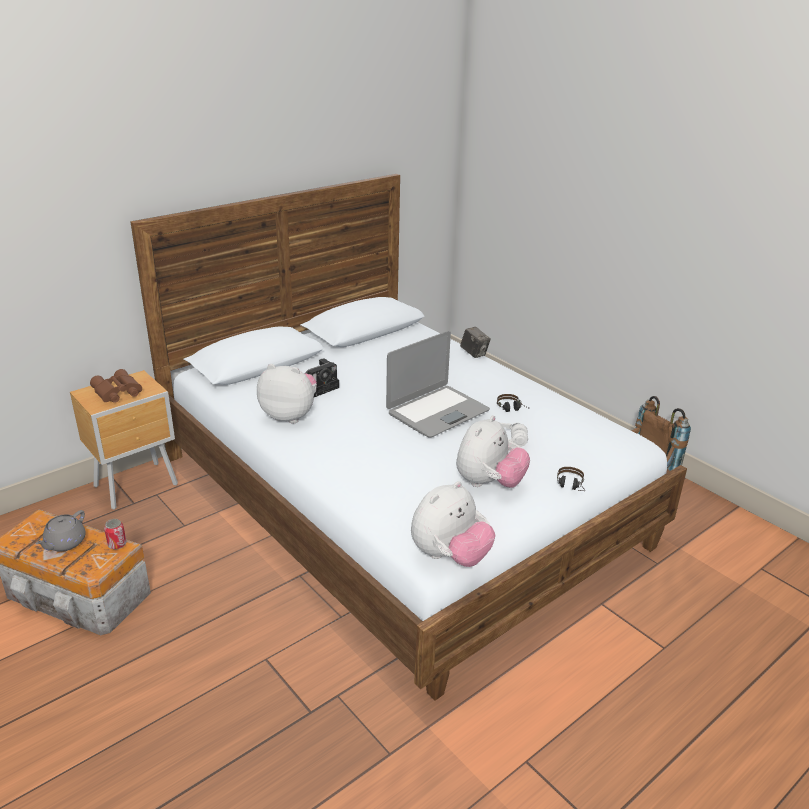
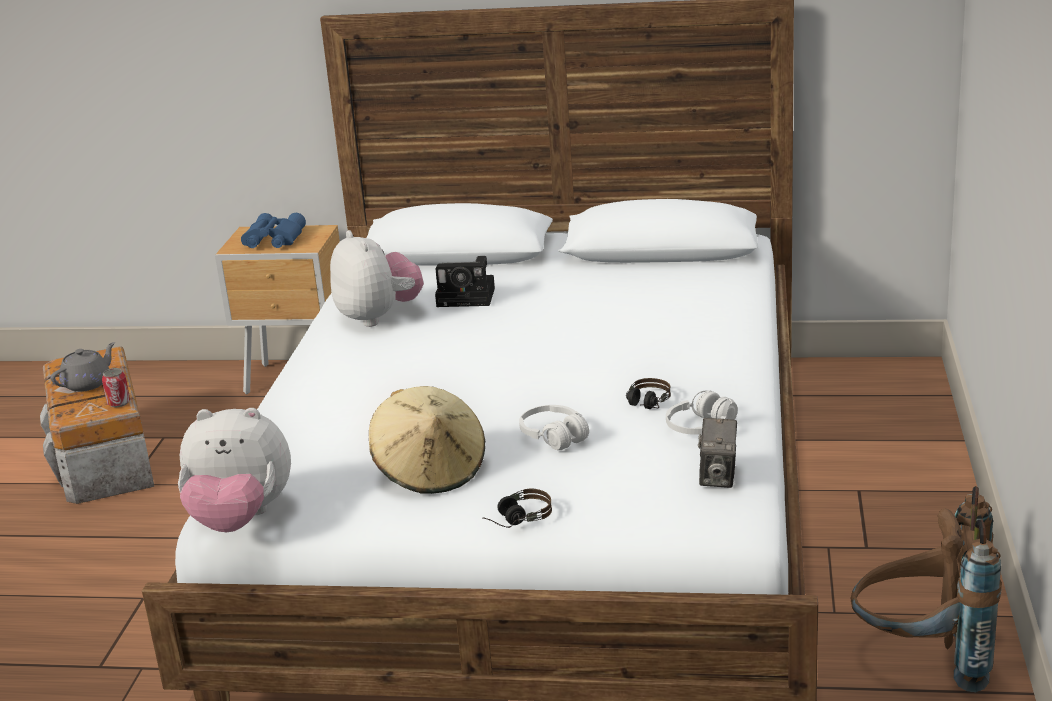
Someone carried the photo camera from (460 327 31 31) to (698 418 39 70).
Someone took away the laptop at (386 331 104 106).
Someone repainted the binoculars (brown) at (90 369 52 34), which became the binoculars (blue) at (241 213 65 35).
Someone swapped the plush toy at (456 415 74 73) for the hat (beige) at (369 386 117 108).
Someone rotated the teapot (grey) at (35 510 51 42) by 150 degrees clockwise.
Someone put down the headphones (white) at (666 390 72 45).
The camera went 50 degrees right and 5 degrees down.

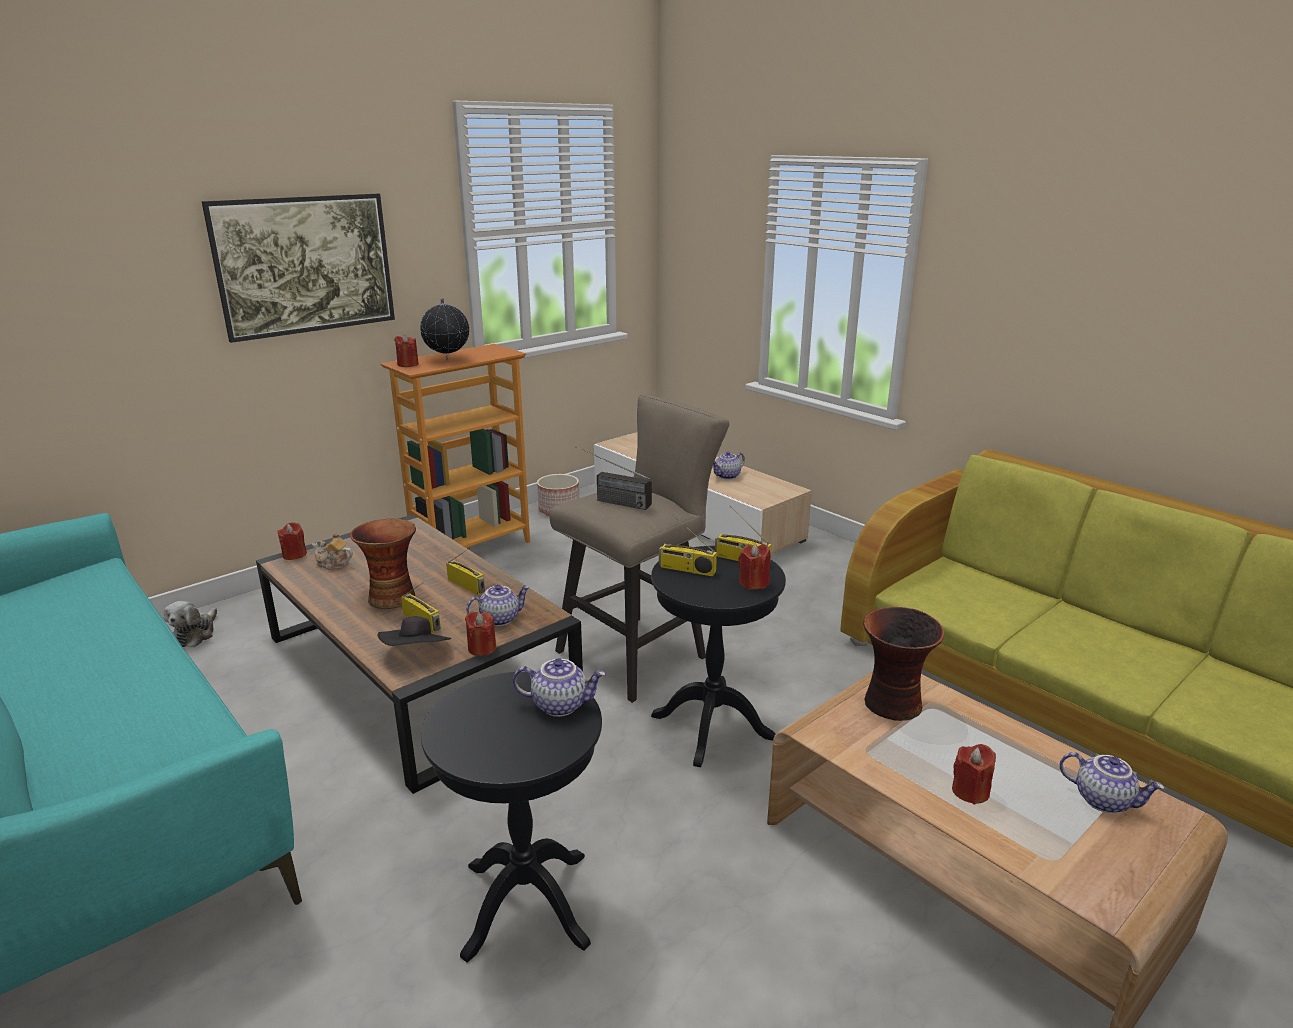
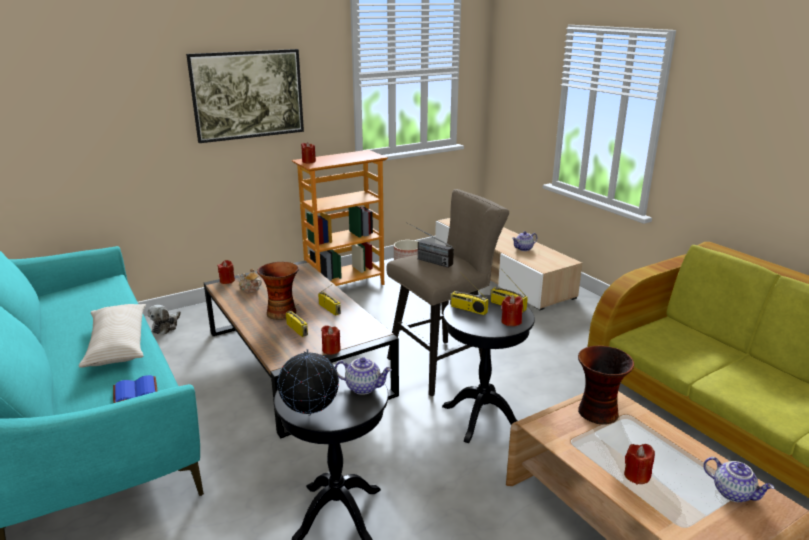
Someone carried the globe from (420 299 49 61) to (277 349 62 67).
Someone took away the teapot at (466 584 64 42).
Someone took away the hat (black) at (378 616 73 30).
Someone put down the pillow (beige) at (79 304 67 64).
Someone put down the book (blue) at (113 375 44 28).
The camera went 10 degrees right and 0 degrees up.

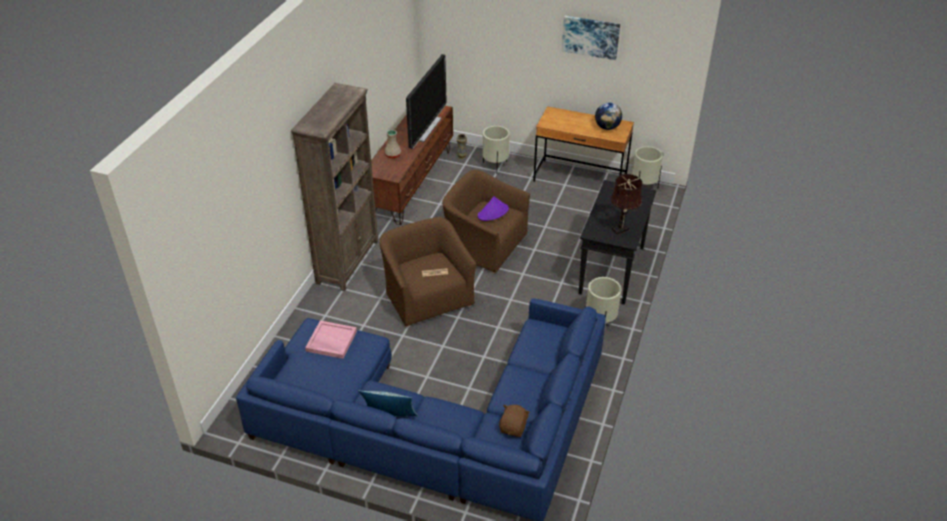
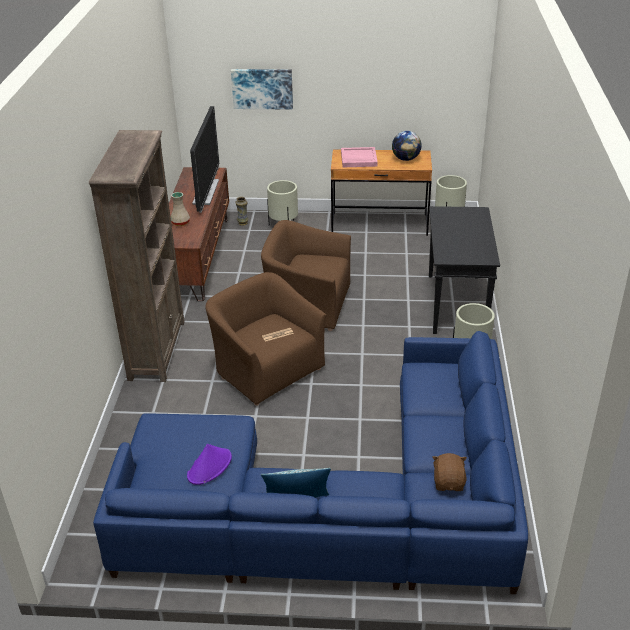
Someone carried the picture from (562 16 58 44) to (231 69 62 40).
Someone took away the table lamp (brown) at (611 174 31 61).
Someone carried the hat (purple) from (478 196 31 25) to (187 444 45 41).
Someone carried the tray (pink) from (305 321 52 38) to (341 147 37 20).
The camera went 15 degrees left and 5 degrees down.

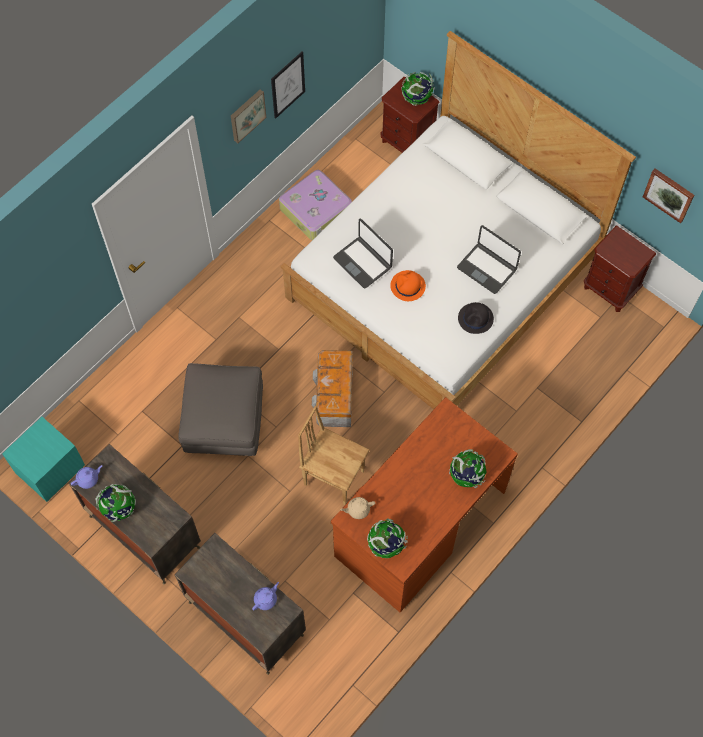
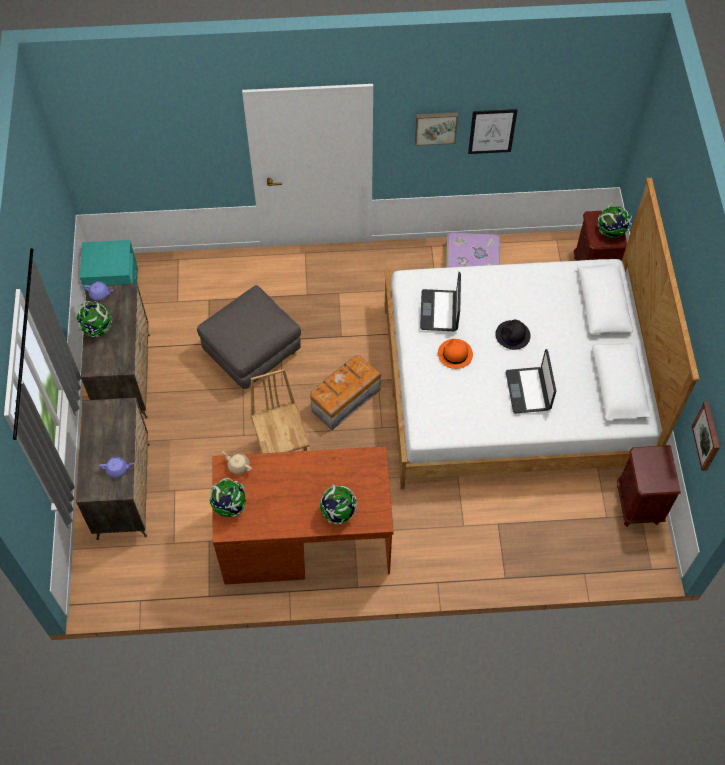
Someone carried the hat (black) from (458 302 36 32) to (496 320 35 30).
The camera went 45 degrees right and 5 degrees down.

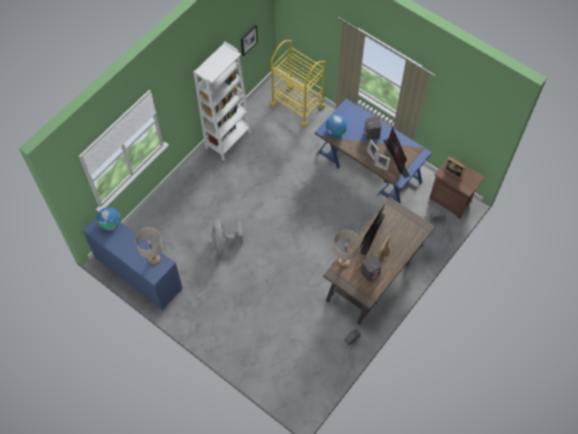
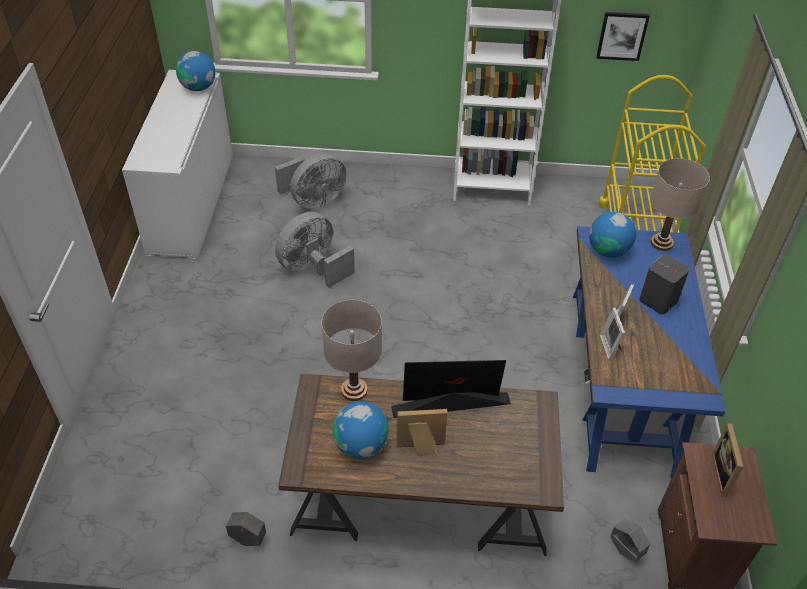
Someone took away the monitor at (383 127 27 51).
Someone repainted the cabinet (blue) at (82 216 100 95), which became the cabinet (white) at (122 70 111 190).
Someone carried the table lamp (beige) from (135 227 28 38) to (650 158 60 93).
Someone swapped the speaker (grey) at (361 255 21 26) for the globe at (332 401 57 58).
Someone put down the fan (grey) at (275 153 71 56).
The camera went 55 degrees right and 15 degrees down.

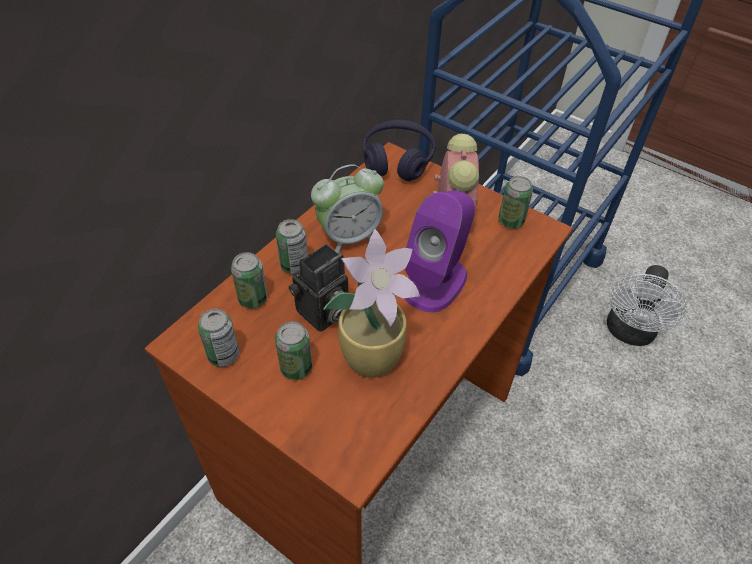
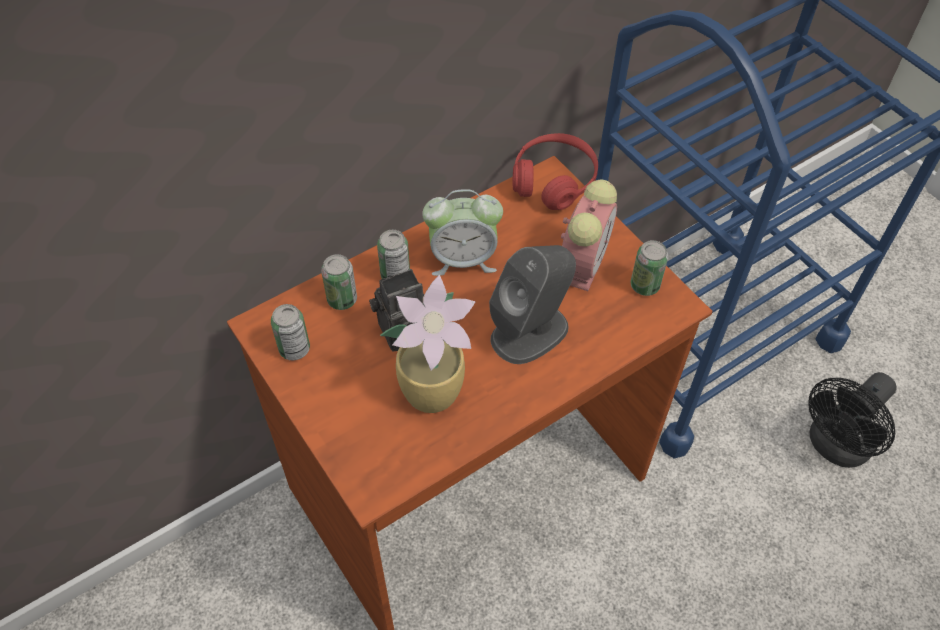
Someone repainted the headphones (purple) at (363 120 72 61), which became the headphones (red) at (513 133 85 77).
Someone repainted the speaker (purple) at (404 190 71 122), which became the speaker (grey) at (489 245 87 119).
Someone repainted the fan (white) at (607 265 80 81), which became the fan (black) at (808 372 89 96).
Someone took away the can at (275 321 37 59).
The camera went 20 degrees right and 5 degrees up.

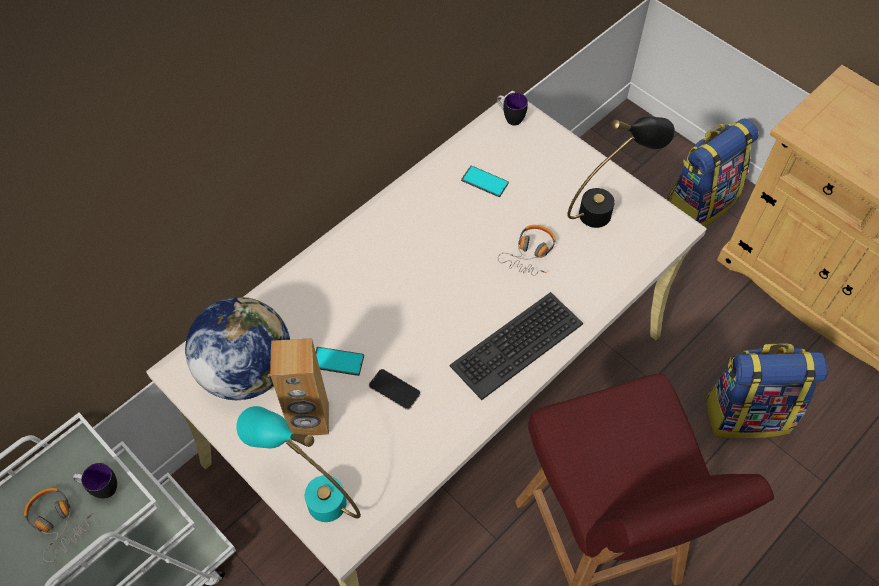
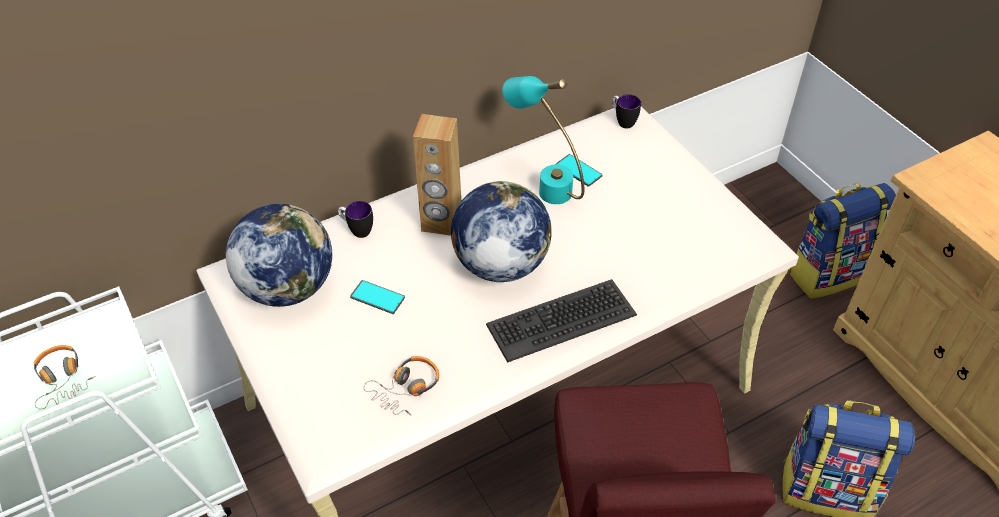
Someone took away the table lamp (black) at (567 116 108 112).
Someone carried the headphones from (498 225 58 51) to (363 356 76 59).
Someone carried the speaker (brown) from (270 338 59 97) to (413 114 48 122).
Someone took away the phone at (369 369 52 41).
Someone carried the table lamp (turquoise) from (236 406 125 116) to (502 76 82 128).
Someone carried the mug from (73 463 44 35) to (338 201 35 37).
Someone put down the globe at (451 181 101 101).
The camera went 15 degrees right and 10 degrees down.

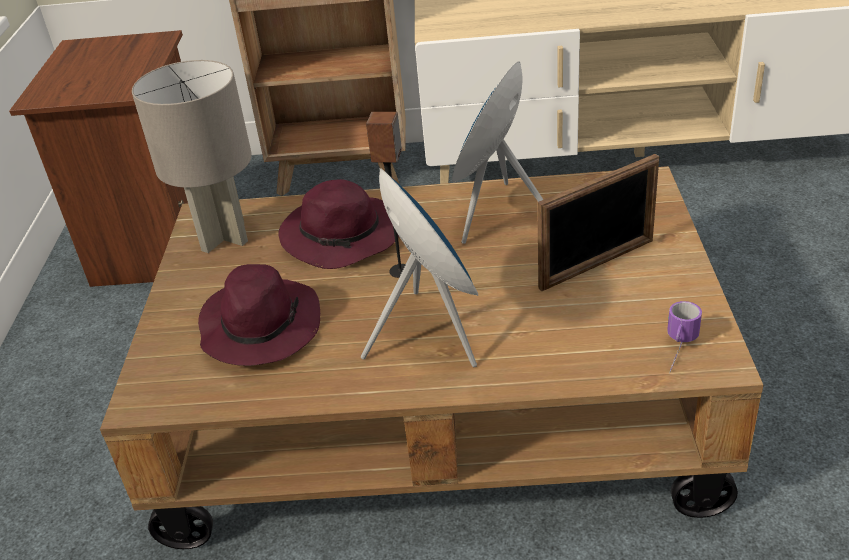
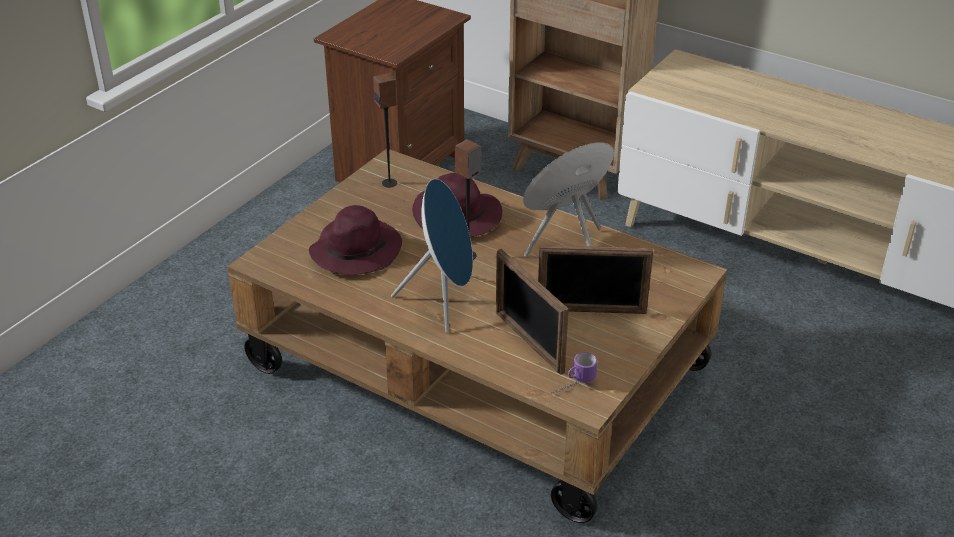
Someone swapped the table lamp (grey) at (132 60 120 193) for the speaker at (373 73 24 115).
Someone put down the picture frame at (496 249 73 126).
The camera went 30 degrees right and 0 degrees up.

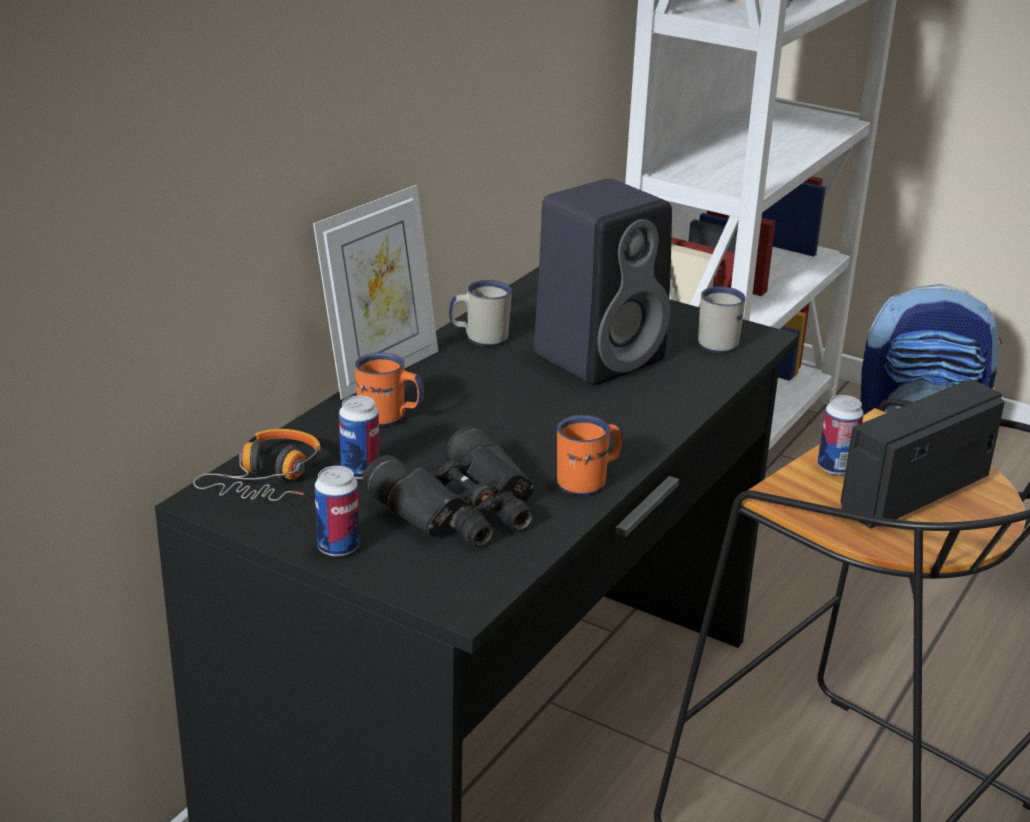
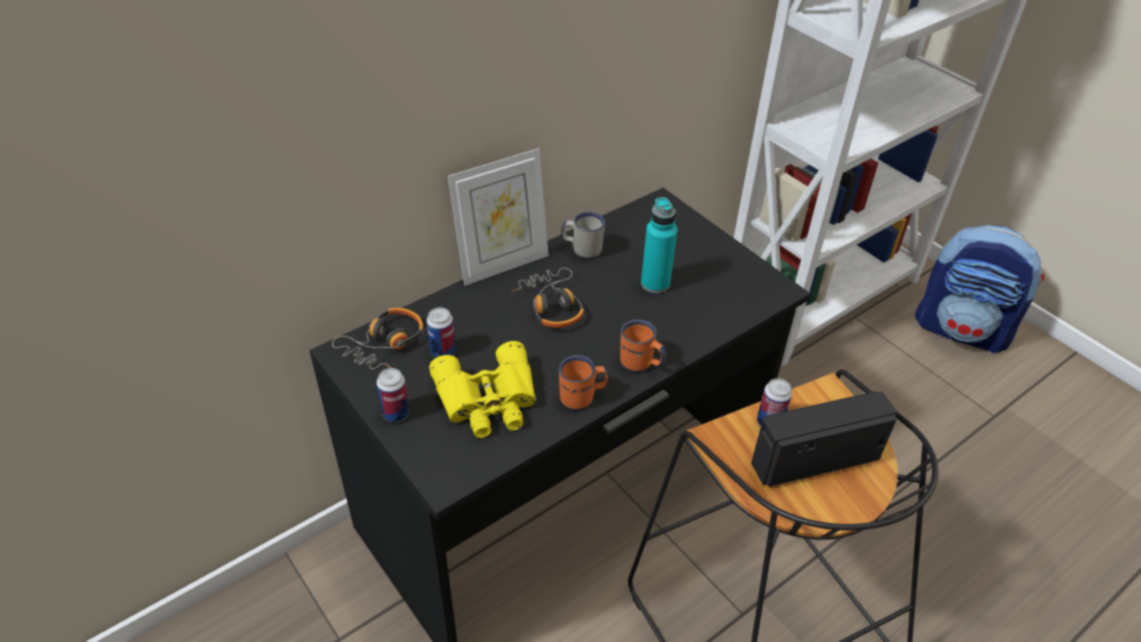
Someone swapped the speaker (black) at (534 179 138 206) for the bottle (turquoise) at (641 197 36 96).
Someone took away the mug (white) at (698 286 48 67).
Someone carried the mug (orange) from (355 353 69 74) to (620 319 46 53).
Someone repainted the binoculars (black) at (362 425 172 123), which became the binoculars (yellow) at (429 341 107 97).
Someone put down the headphones at (511 268 73 60).
The camera went 20 degrees right and 15 degrees up.

